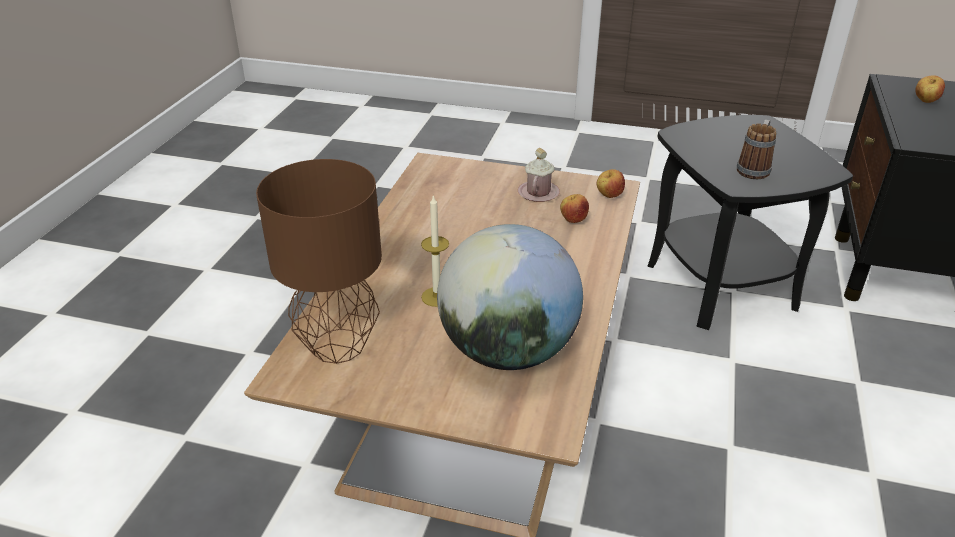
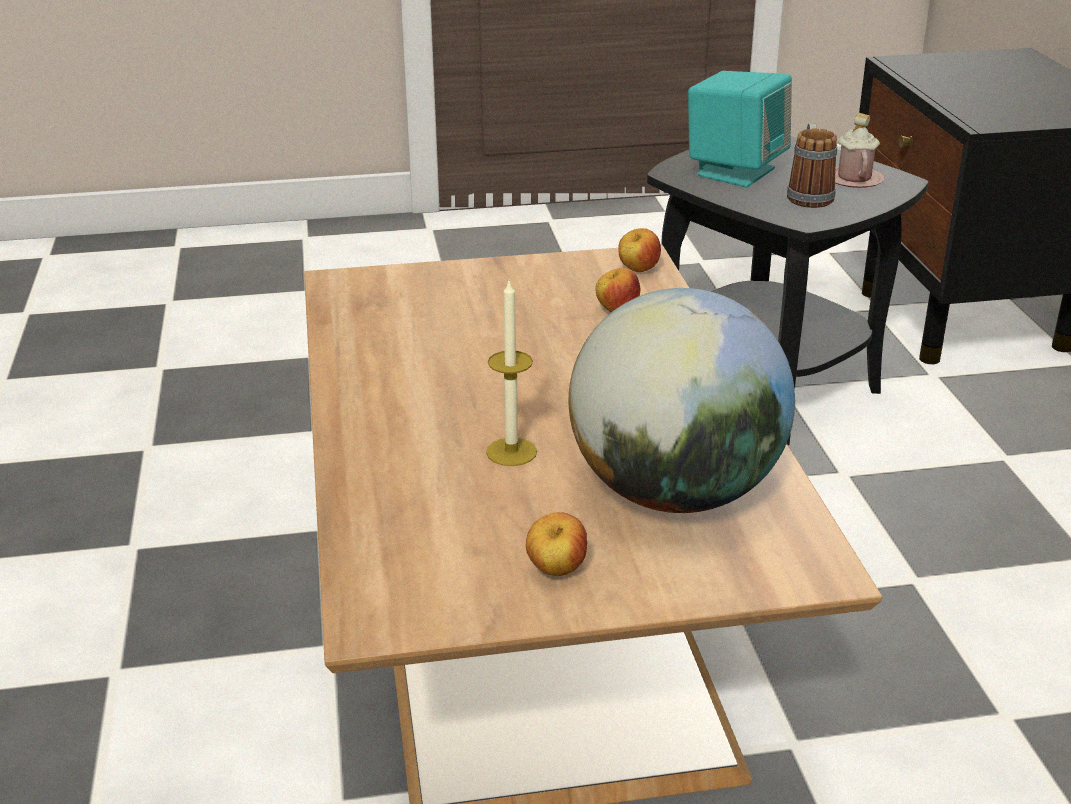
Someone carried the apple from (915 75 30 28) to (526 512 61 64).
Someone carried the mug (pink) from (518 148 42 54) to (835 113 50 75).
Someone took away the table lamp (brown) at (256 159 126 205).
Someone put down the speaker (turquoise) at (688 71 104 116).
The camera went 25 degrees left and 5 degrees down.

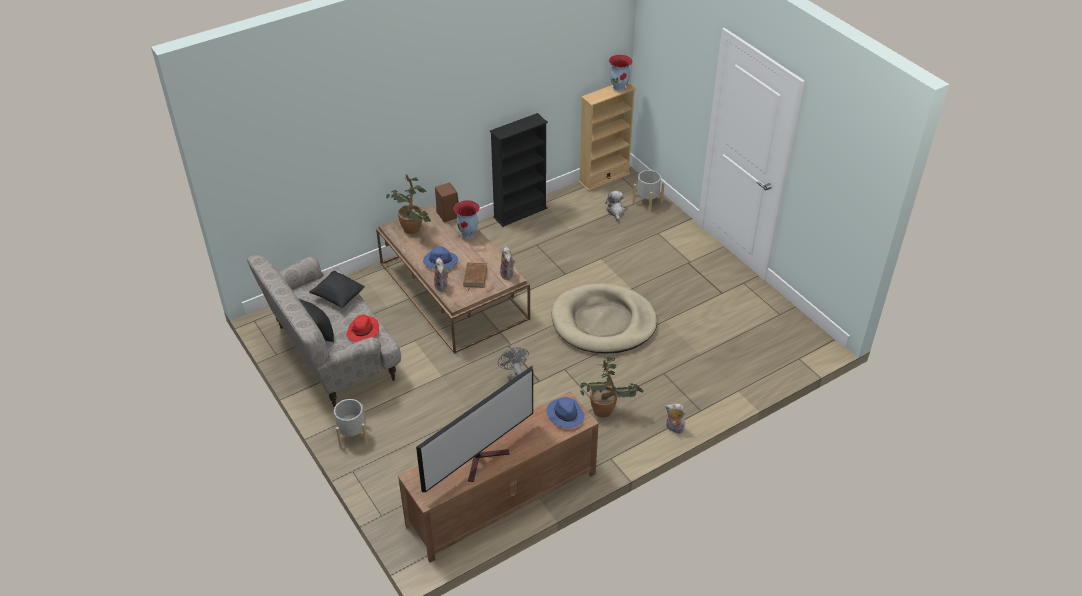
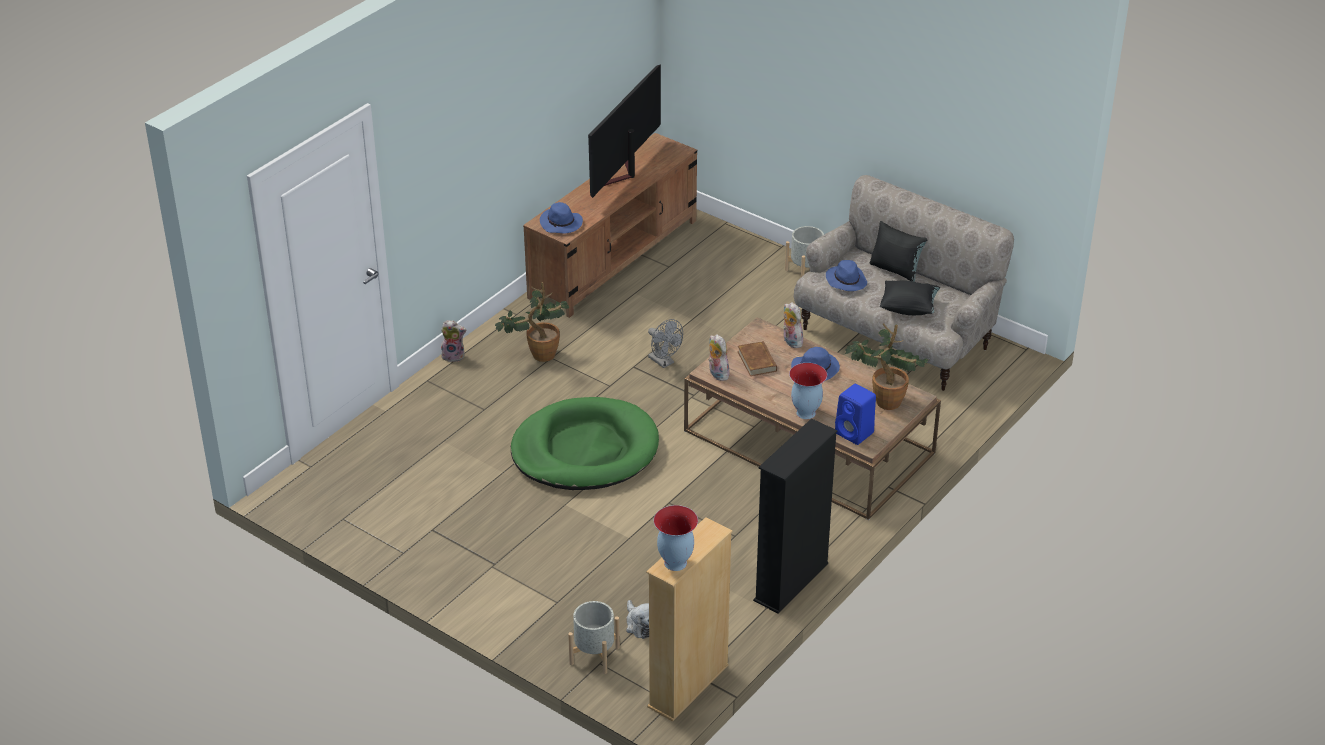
Someone repainted the speaker (brown) at (435 183 24 39), which became the speaker (blue) at (835 384 41 61).
Someone repainted the dog bed (beige) at (552 283 105 71), which became the dog bed (green) at (511 397 148 93).
Someone repainted the hat (red) at (346 315 33 27), which became the hat (blue) at (826 260 41 31).
The camera went 160 degrees right and 5 degrees down.

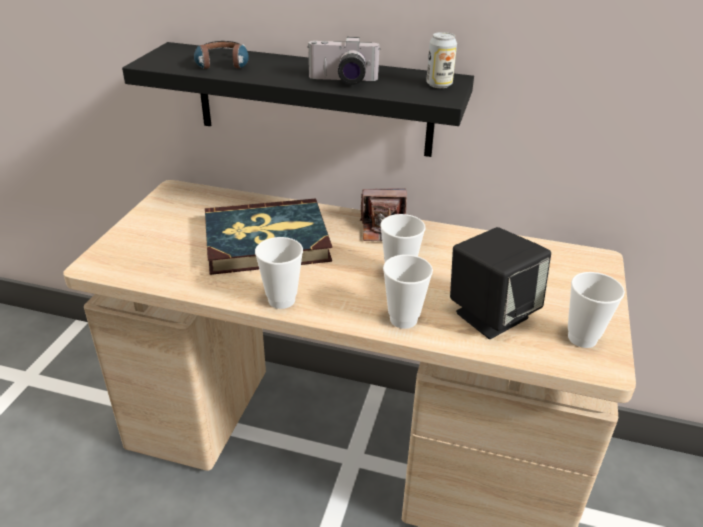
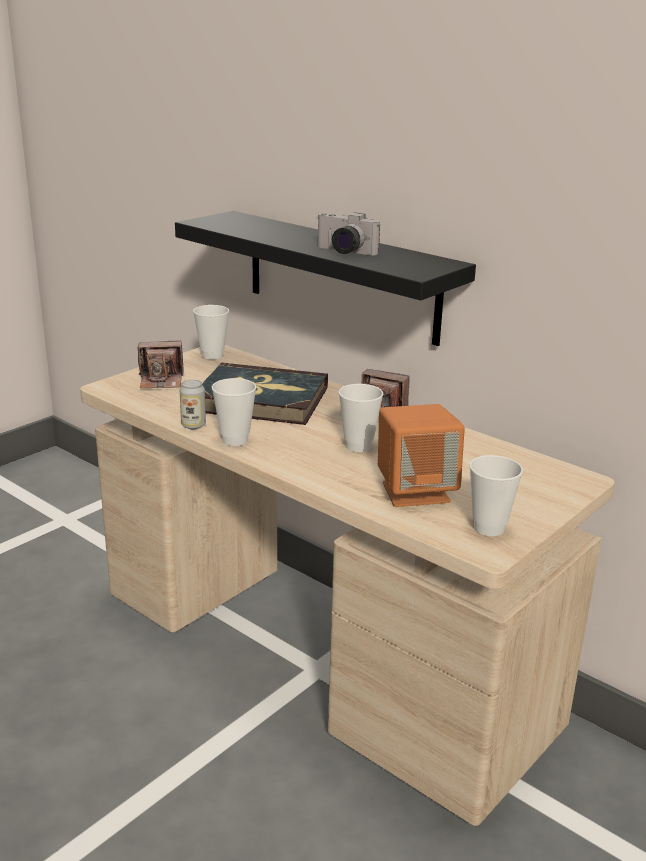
Someone carried the can from (426 32 31 56) to (180 380 26 49).
Someone took away the headphones at (194 41 55 28).
Someone repainted the speaker (black) at (450 227 101 112), which became the speaker (orange) at (378 404 87 103).
Someone carried the cup from (383 255 50 74) to (193 305 36 54).
Someone put down the photo camera at (137 340 47 48).
The camera went 25 degrees right and 10 degrees down.

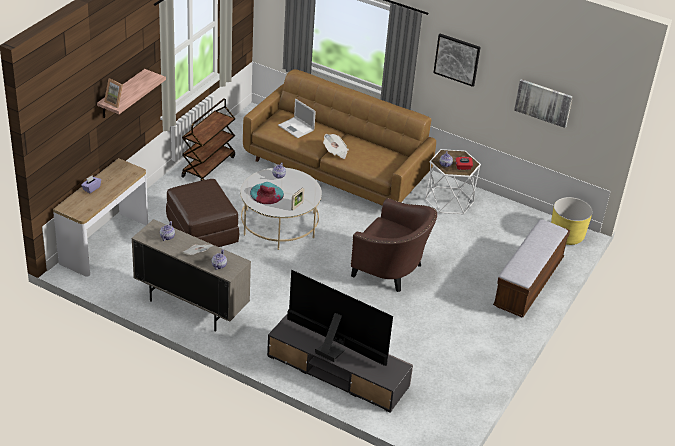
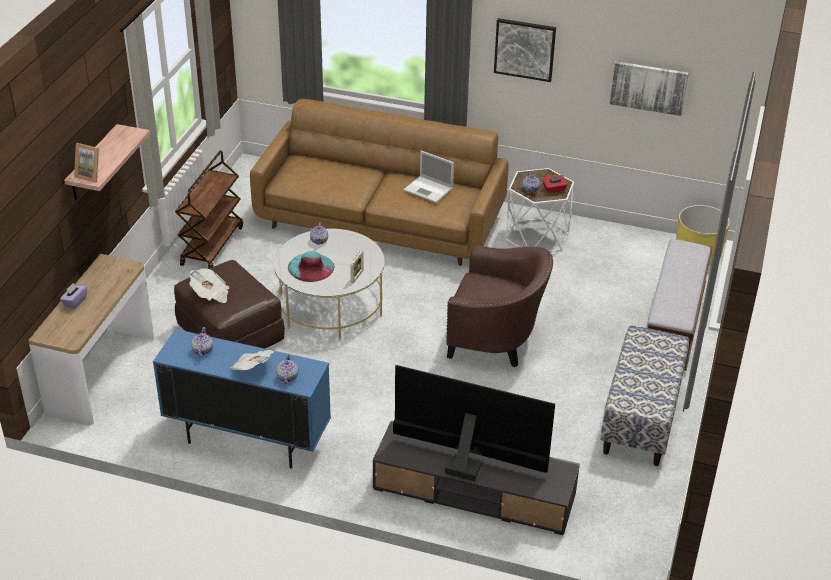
Someone carried the laptop from (278 99 38 39) to (404 150 50 53).
Someone carried the newspaper from (323 134 26 25) to (189 268 40 35).
Someone repainted the cabinet (beige) at (132 219 119 113), which became the cabinet (blue) at (153 329 178 140).
Someone put down the bench at (600 325 89 141).
The camera went 10 degrees left and 0 degrees up.

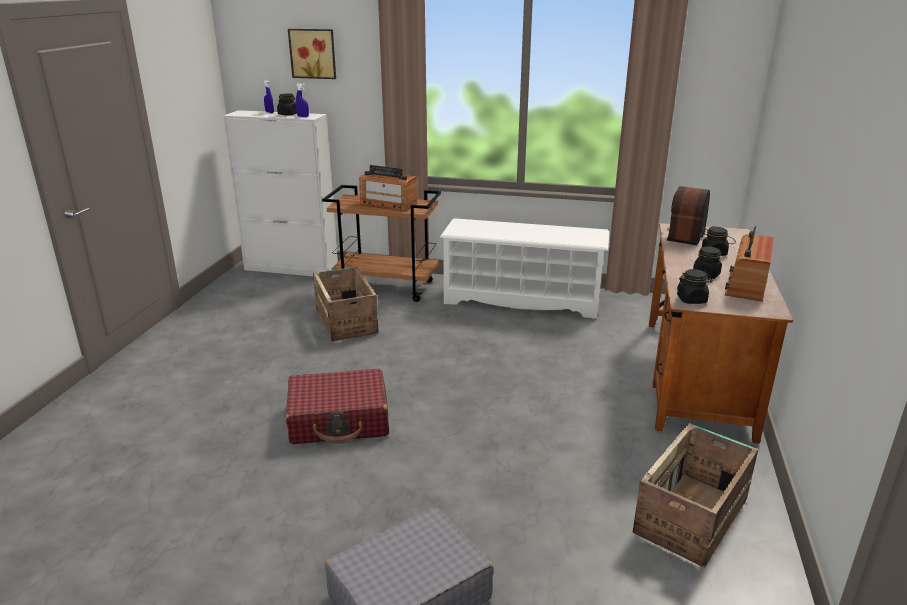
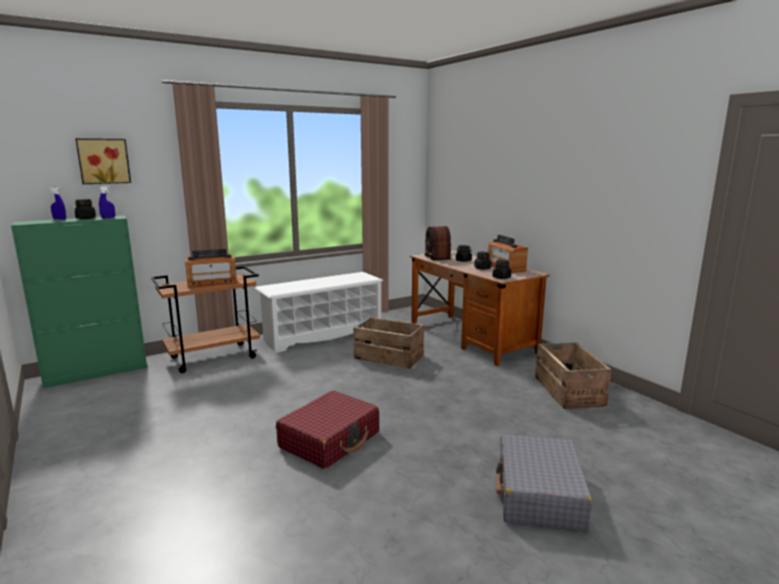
Someone repainted the cabinet (white) at (223 110 115 166), which became the cabinet (green) at (11 215 136 173).
Someone carried the crate from (313 267 66 74) to (353 317 71 52).
The camera went 45 degrees left and 10 degrees down.

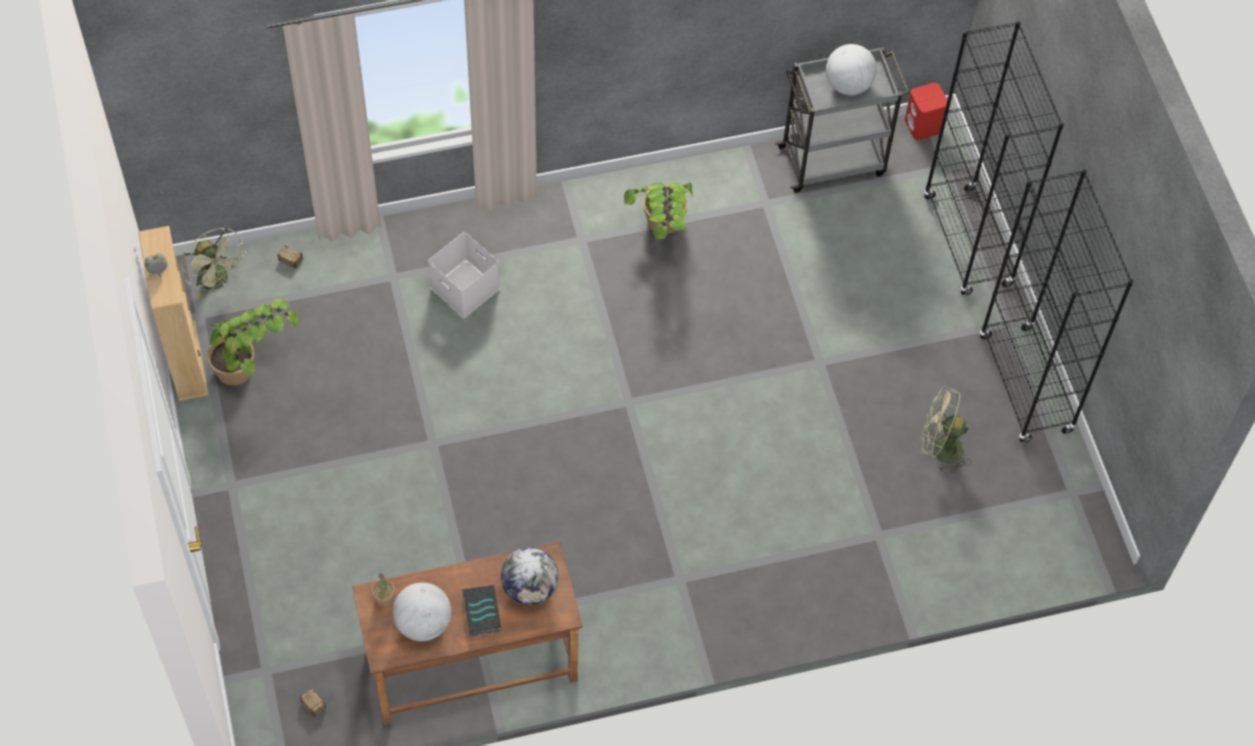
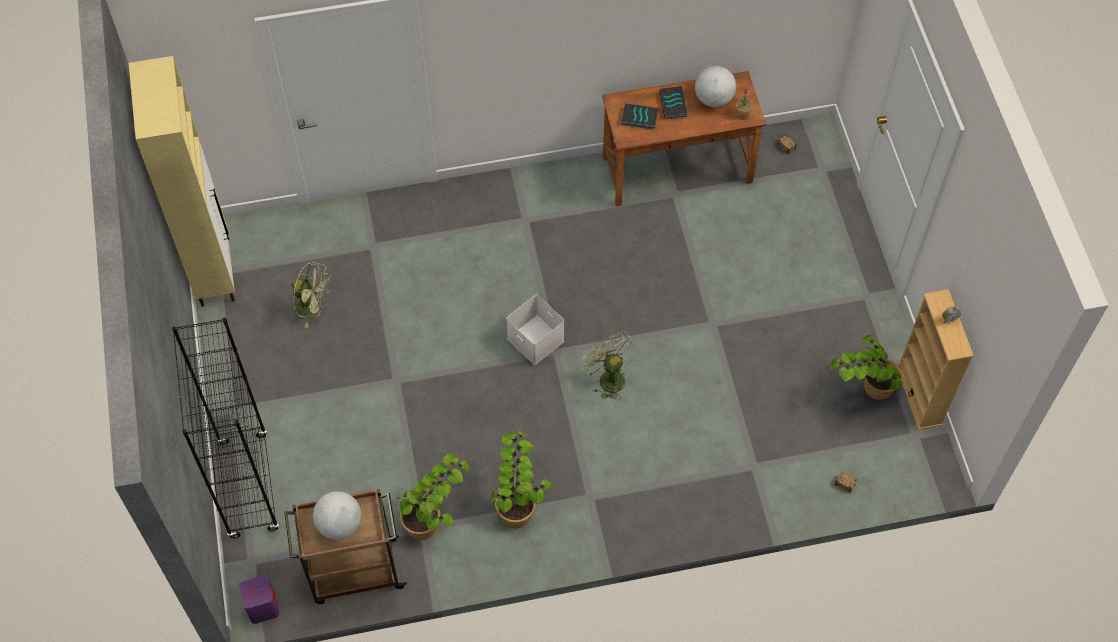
Someone repainted the cart (grey) at (775 47 134 146), which became the cart (brown) at (284 489 123 115).
Someone repainted the speaker (red) at (905 83 42 57), which became the speaker (purple) at (239 575 40 49).
Someone took away the bookcase (black) at (979 169 154 274).
Someone carried the fan (green) from (181 227 66 72) to (580 331 52 69).
Someone carried the storage box (white) from (428 232 72 86) to (506 294 58 71).
Someone swapped the globe at (501 547 58 58) for the book at (621 103 37 27).
Someone put down the cabinet (beige) at (129 56 106 251).
Someone put down the potted plant at (397 453 74 87).
The camera went 175 degrees left and 0 degrees up.

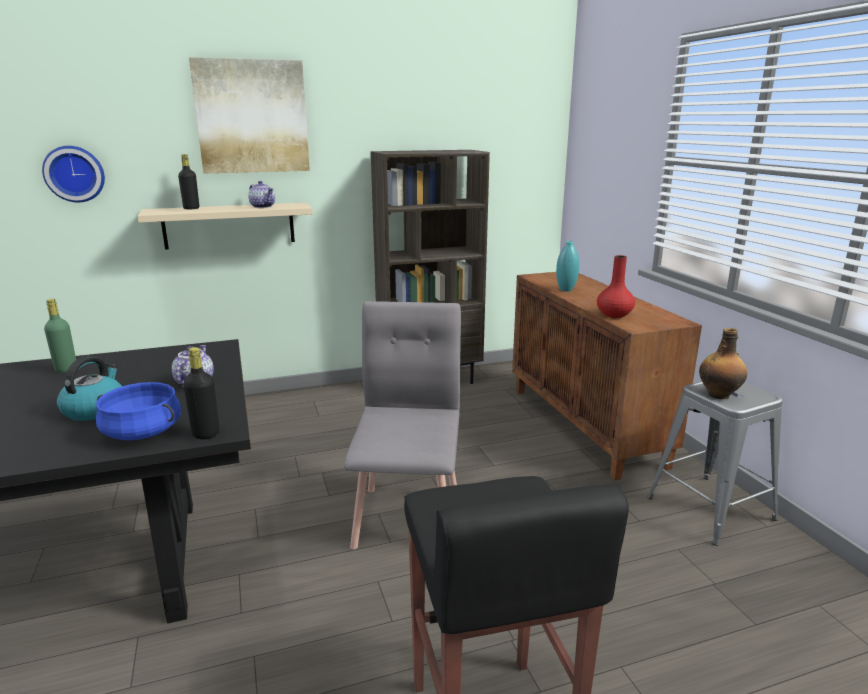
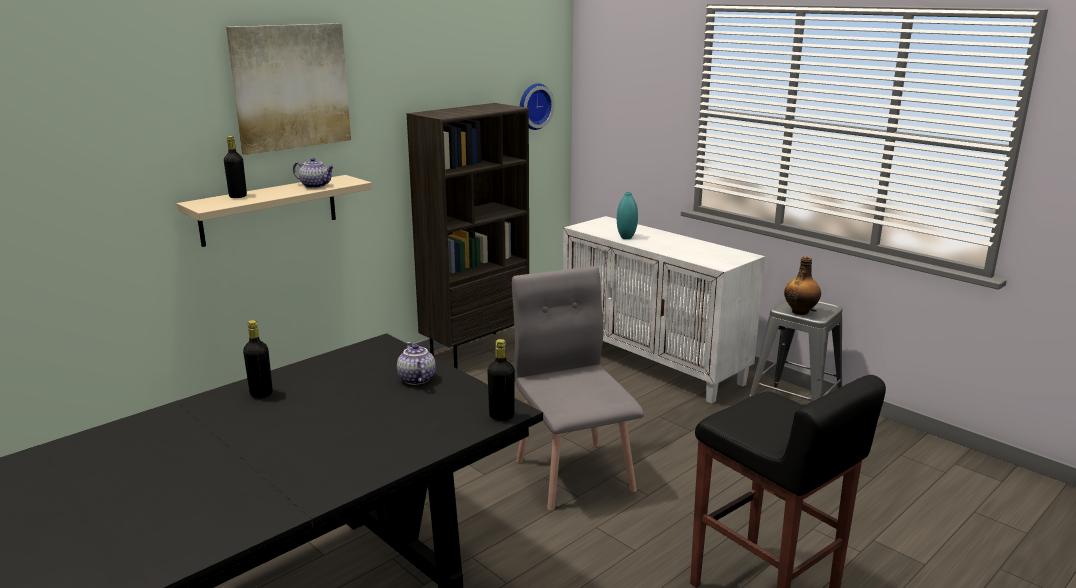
Someone carried the wall clock from (42 146 63 56) to (520 83 34 47).
Someone took away the vase (red) at (597 255 38 63).
Someone repainted the cabinet (brown) at (512 272 190 209), which became the cabinet (white) at (563 216 202 188).
Someone repainted the bottle (green) at (44 299 32 74), which became the bottle (black) at (243 320 30 78).
Someone took away the kettle at (57 356 65 65).
Someone took away the cooking pot (blue) at (96 382 85 58).
The camera went 25 degrees left and 0 degrees up.

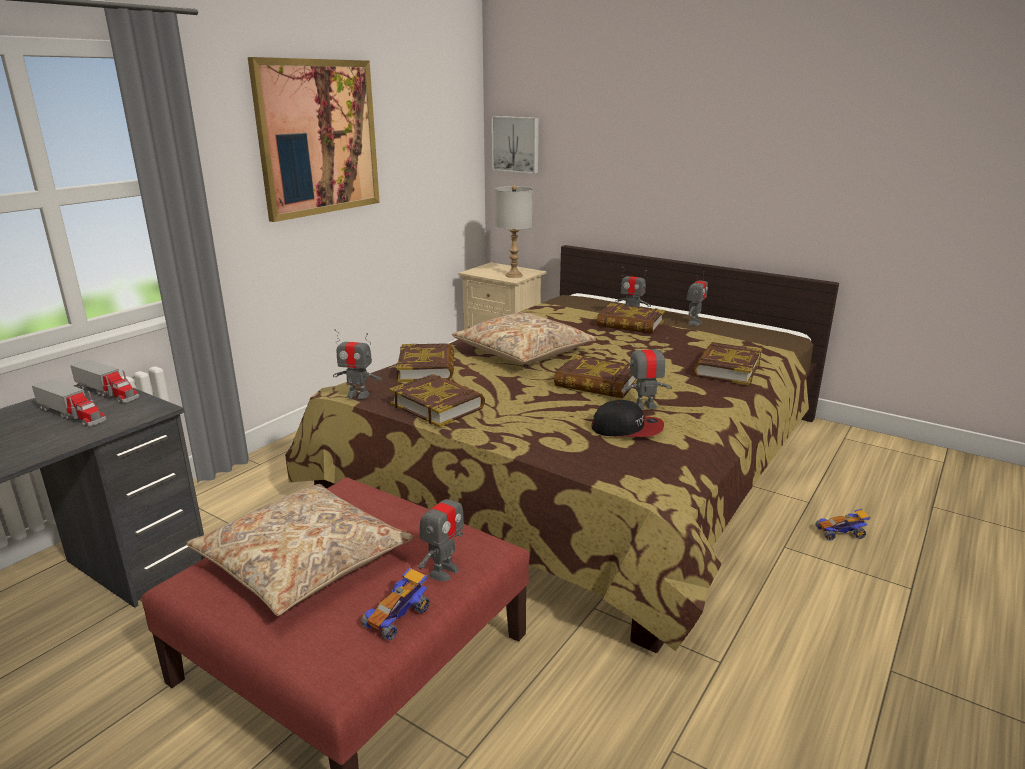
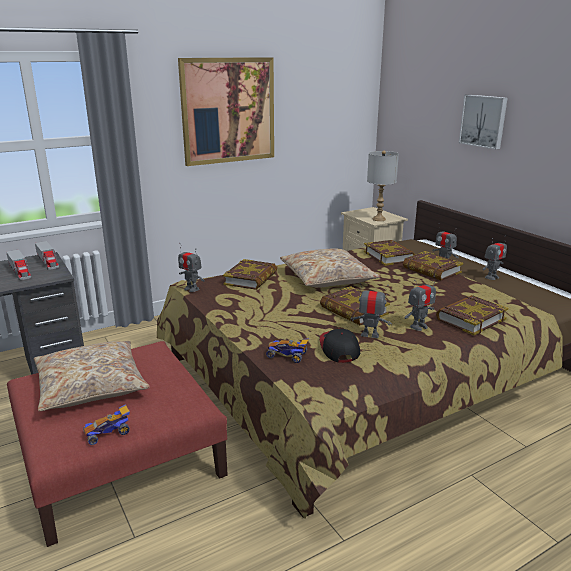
Someone carried the picture from (491 116 48 58) to (459 95 49 55).
Someone carried the book from (389 374 96 53) to (364 240 51 26).
Someone rotated the cap at (591 400 73 37) by 135 degrees counterclockwise.
Someone carried the toy robot from (418 483 46 98) to (404 276 32 55).
Someone carried the toy car from (815 509 56 32) to (266 338 43 25).
The camera went 25 degrees right and 0 degrees up.

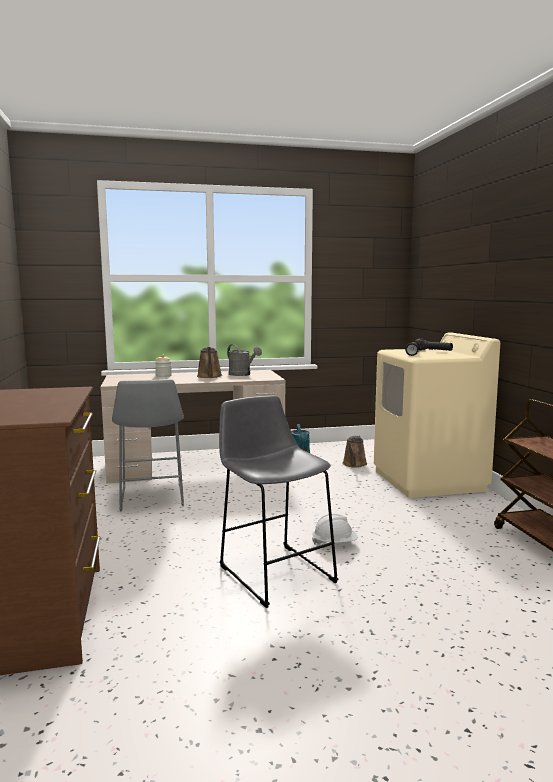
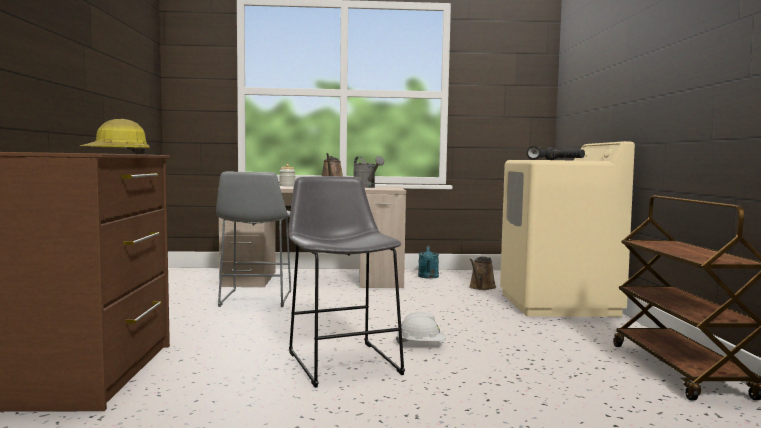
Someone put down the hard hat at (80 119 70 35).
The camera went 10 degrees right and 5 degrees down.

